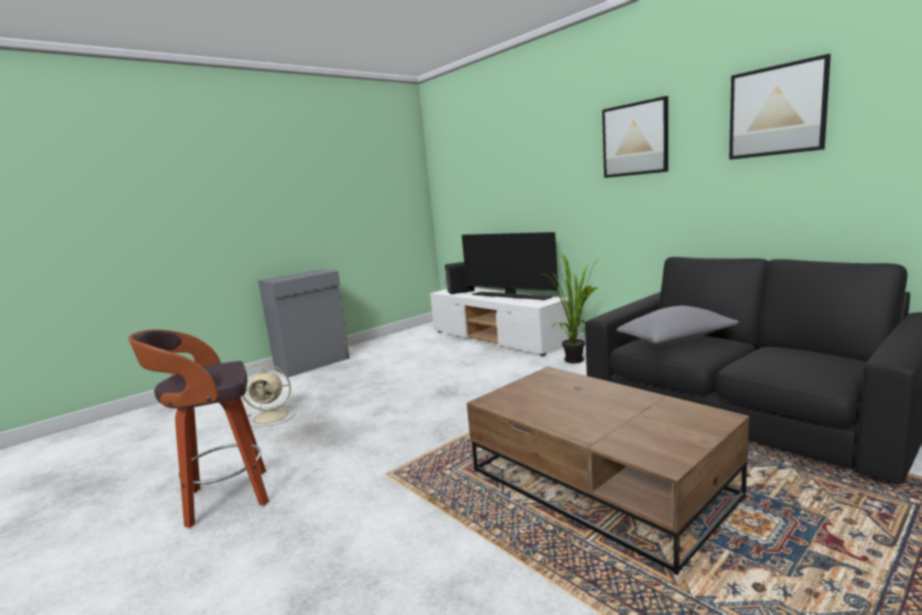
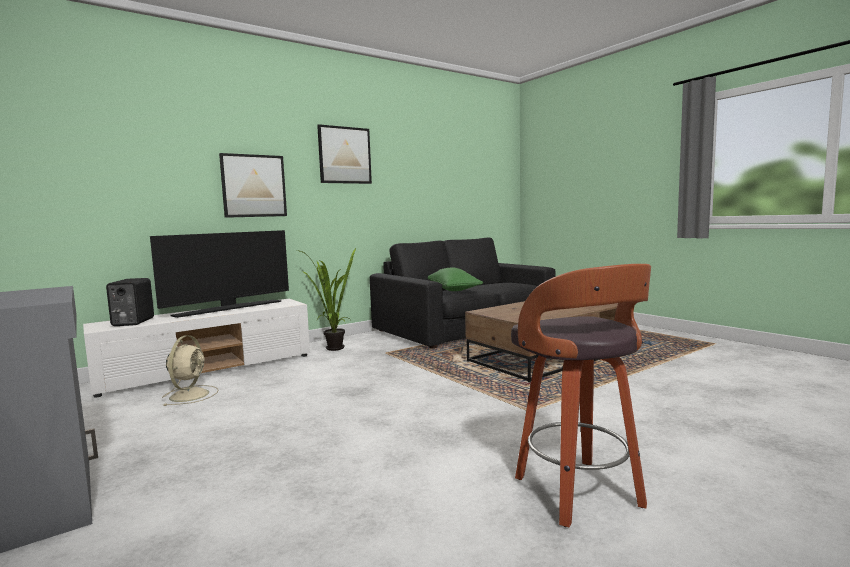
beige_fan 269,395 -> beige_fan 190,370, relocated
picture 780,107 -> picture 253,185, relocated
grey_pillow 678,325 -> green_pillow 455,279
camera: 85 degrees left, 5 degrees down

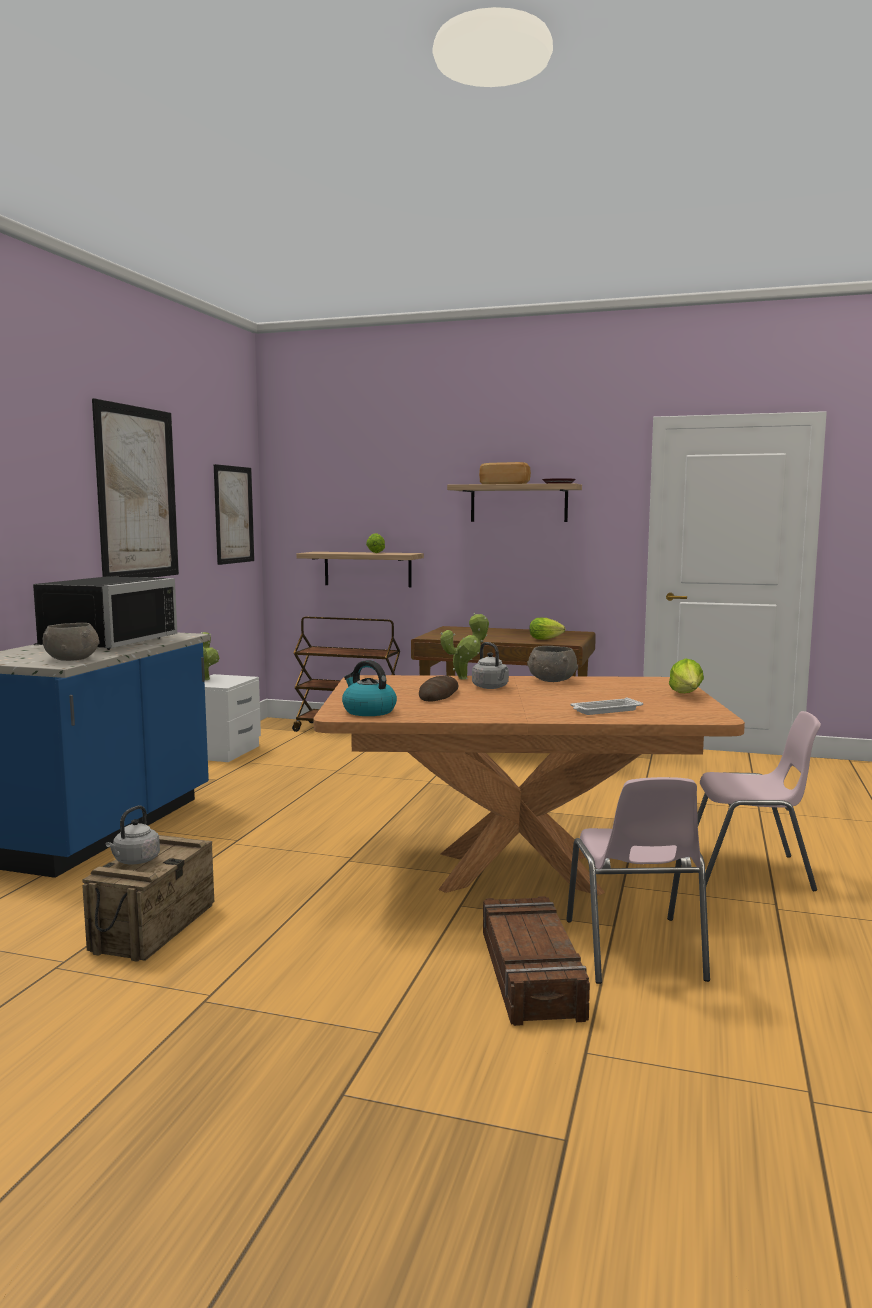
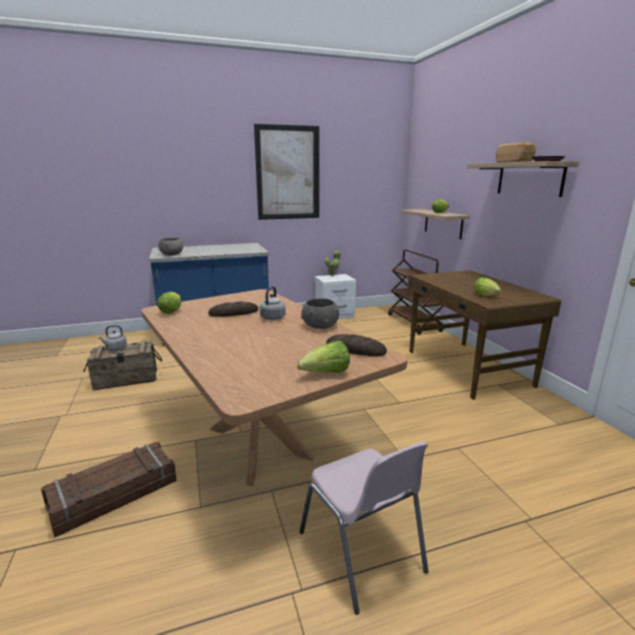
kettle 369,688 -> lettuce 169,303
none -> bread 356,345
black_microwave 105,613 -> none
picture 234,514 -> none
potted_plant 464,646 -> none
pink_chair 638,880 -> none
white_tray 606,706 -> none
camera: 55 degrees right, 10 degrees up

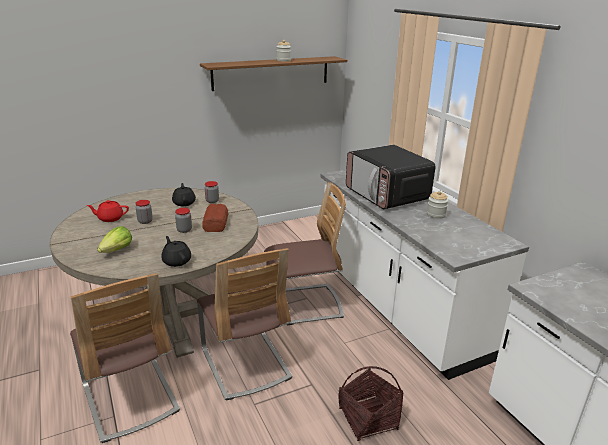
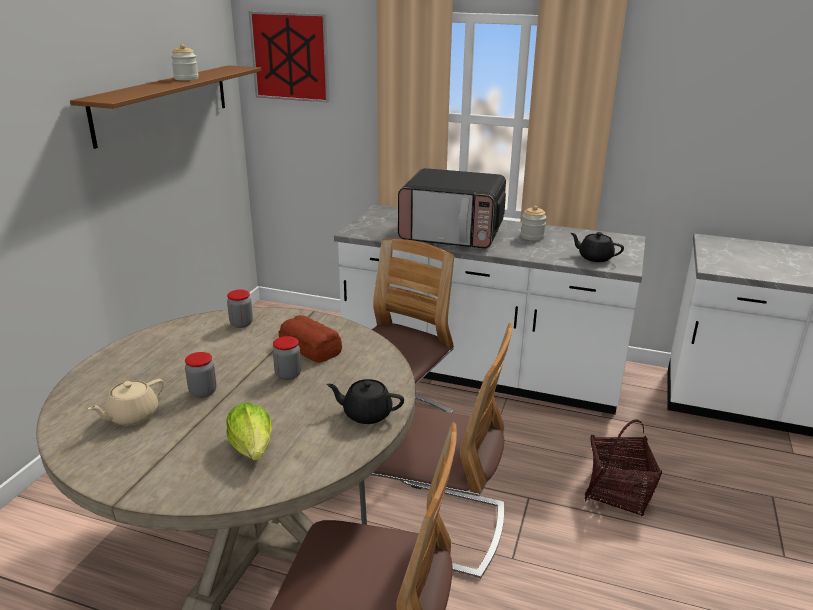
red_teapot 107,211 -> beige_teapot 126,402
none -> picture 289,57
black_teapot 184,194 -> black_teapot 597,247, relocated
camera: 45 degrees left, 0 degrees up

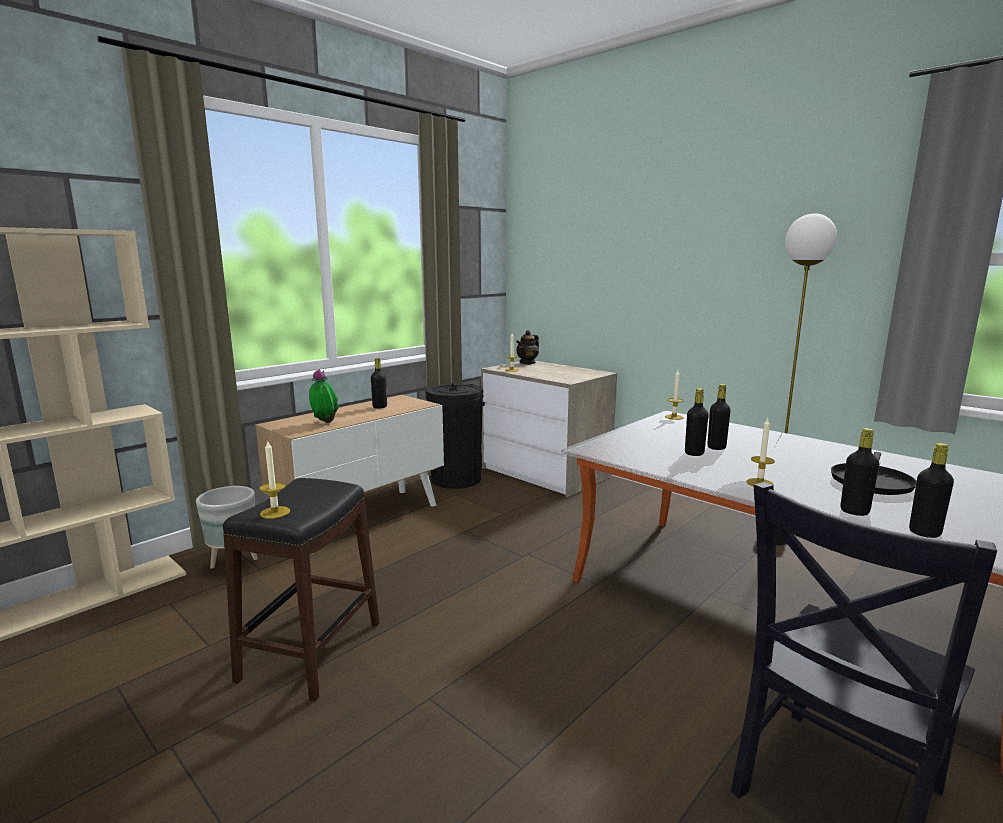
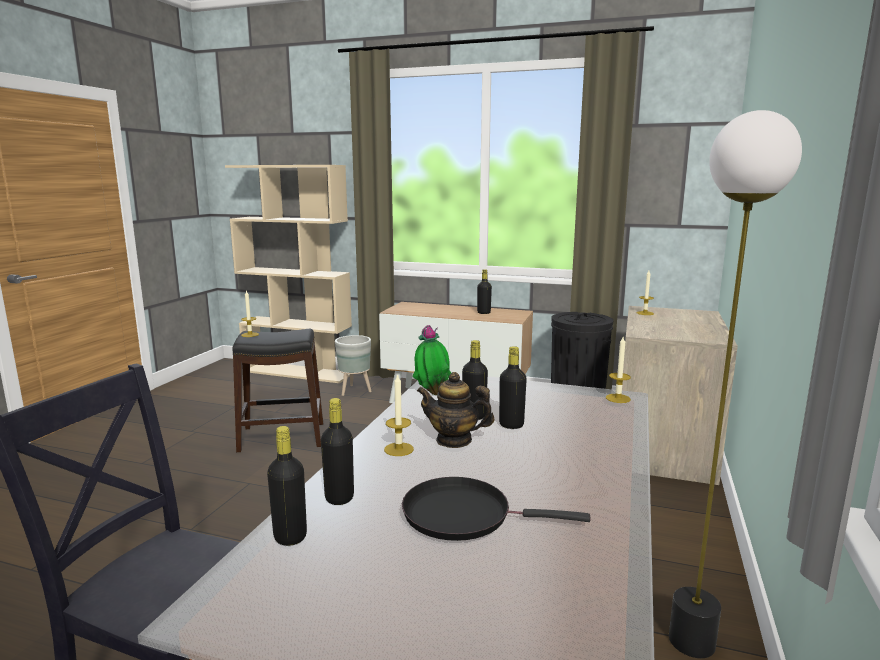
potted_plant 324,396 -> potted_plant 432,360, relocated
teapot 527,347 -> teapot 456,410, relocated
camera: 65 degrees right, 0 degrees up

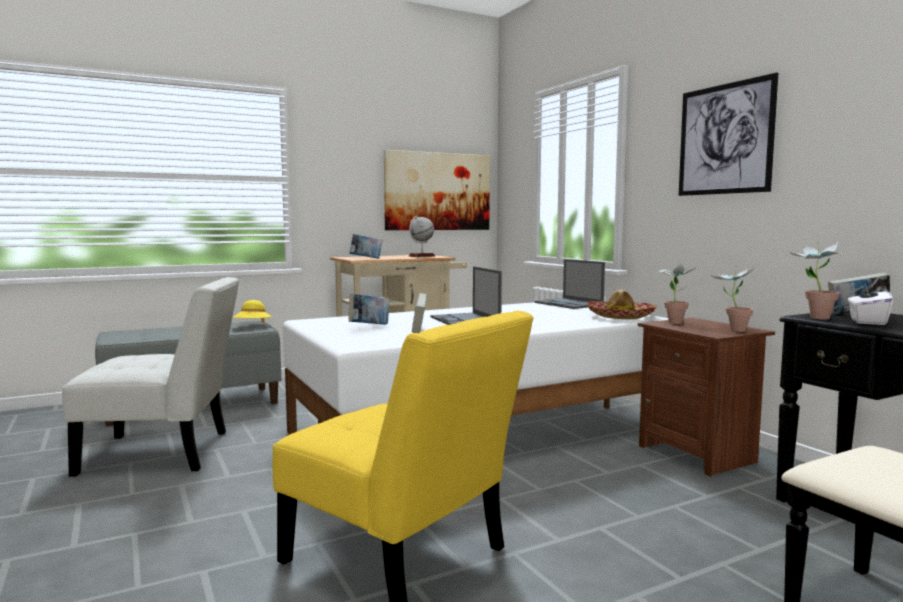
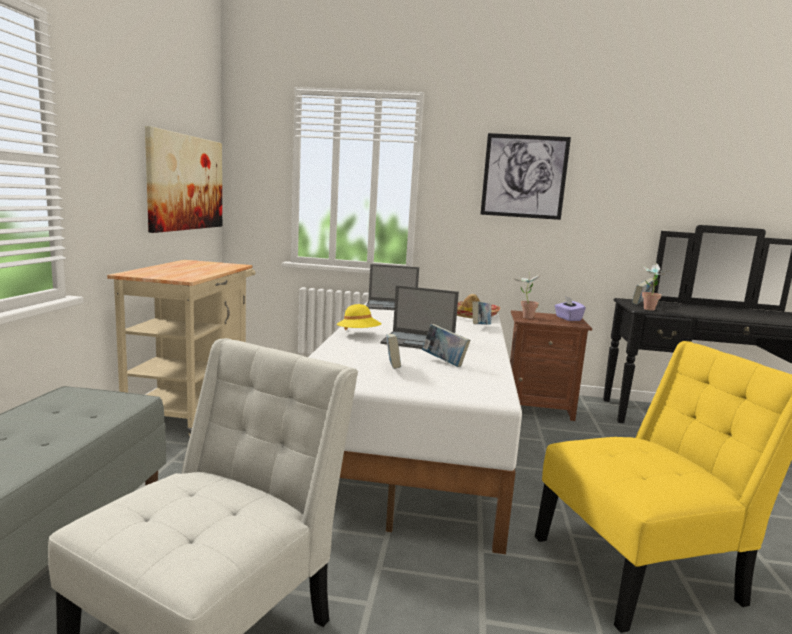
yellow_hat 252,311 -> yellow_hat 359,317, relocated
book 366,246 -> book 481,313, relocated
potted_plant 733,299 -> purple_tissue_box 570,308
globe 422,236 -> none
white_tissue_box 870,304 -> none
camera: 55 degrees left, 5 degrees up

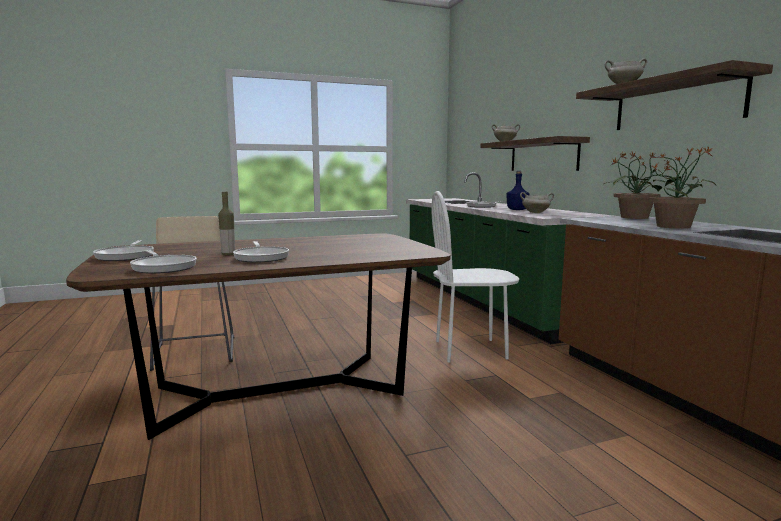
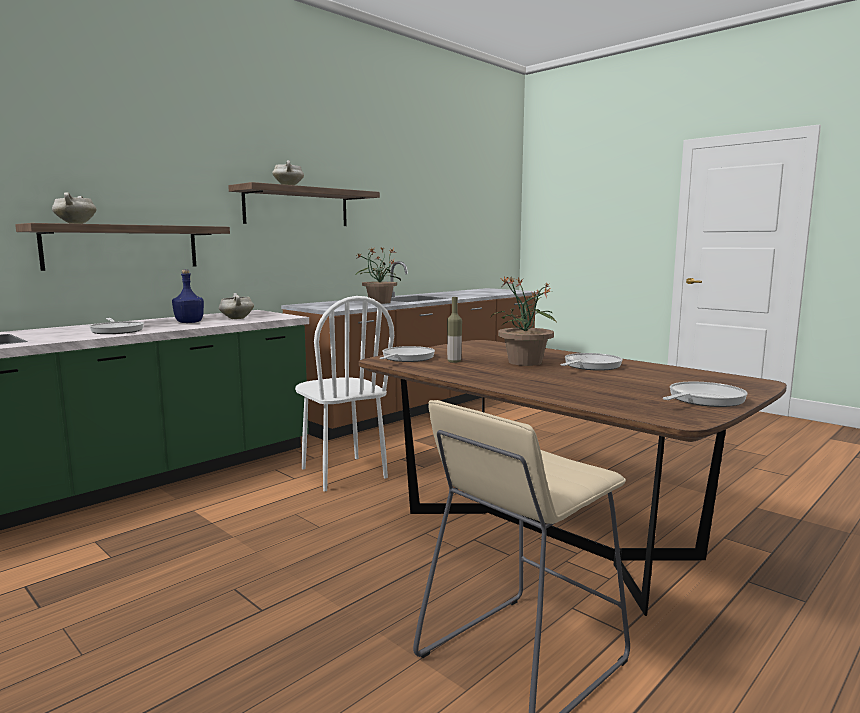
frying_pan 163,262 -> frying_pan 407,354, relocated
bottle 226,223 -> bottle 454,330, relocated
potted_plant 638,185 -> potted_plant 524,321, relocated
camera: 115 degrees left, 0 degrees up

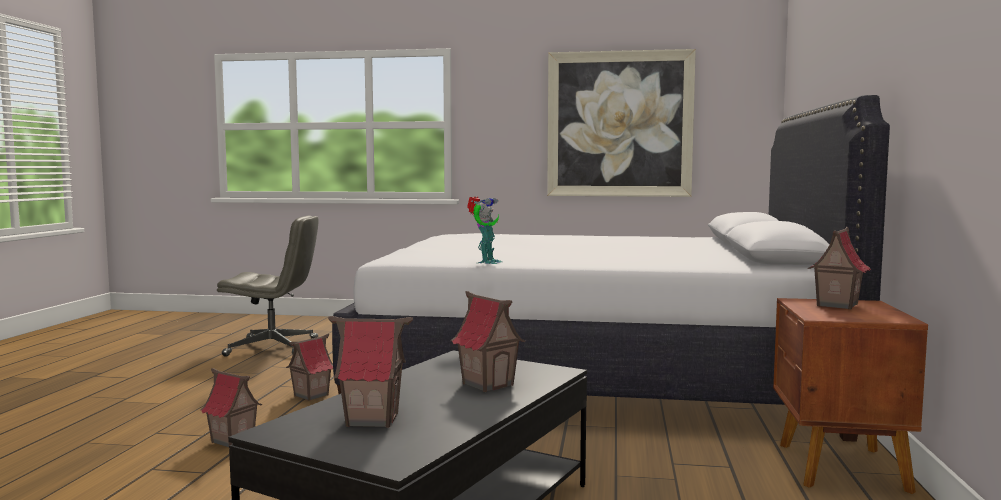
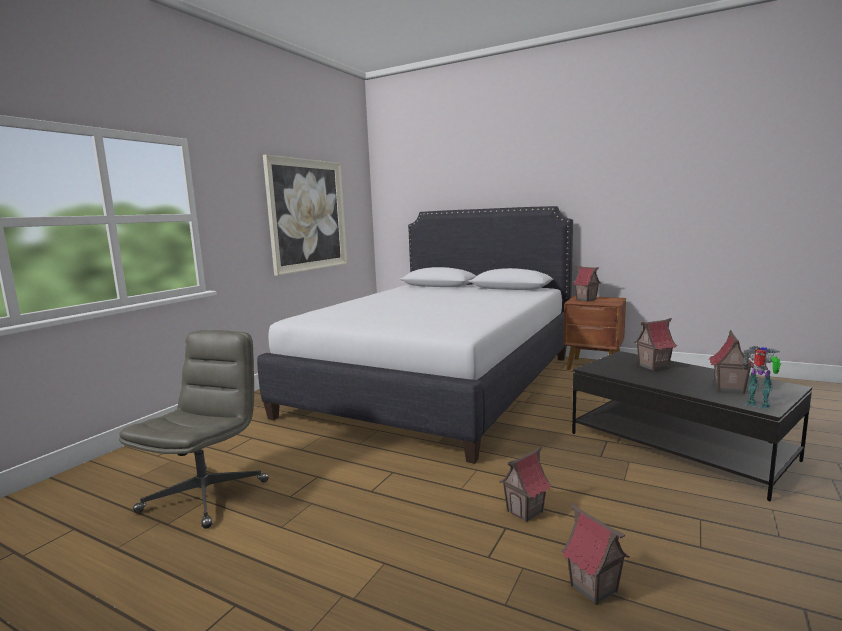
toy_house 309,367 -> toy_house 595,554, relocated
toy_robot 484,230 -> toy_robot 762,378, relocated
camera: 70 degrees left, 5 degrees up

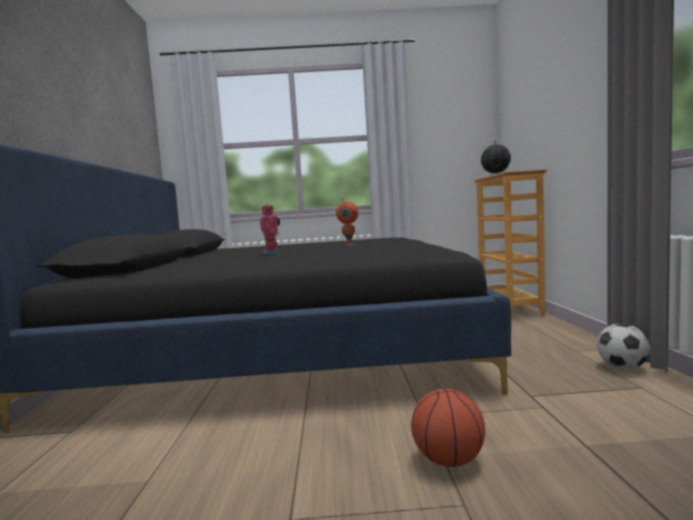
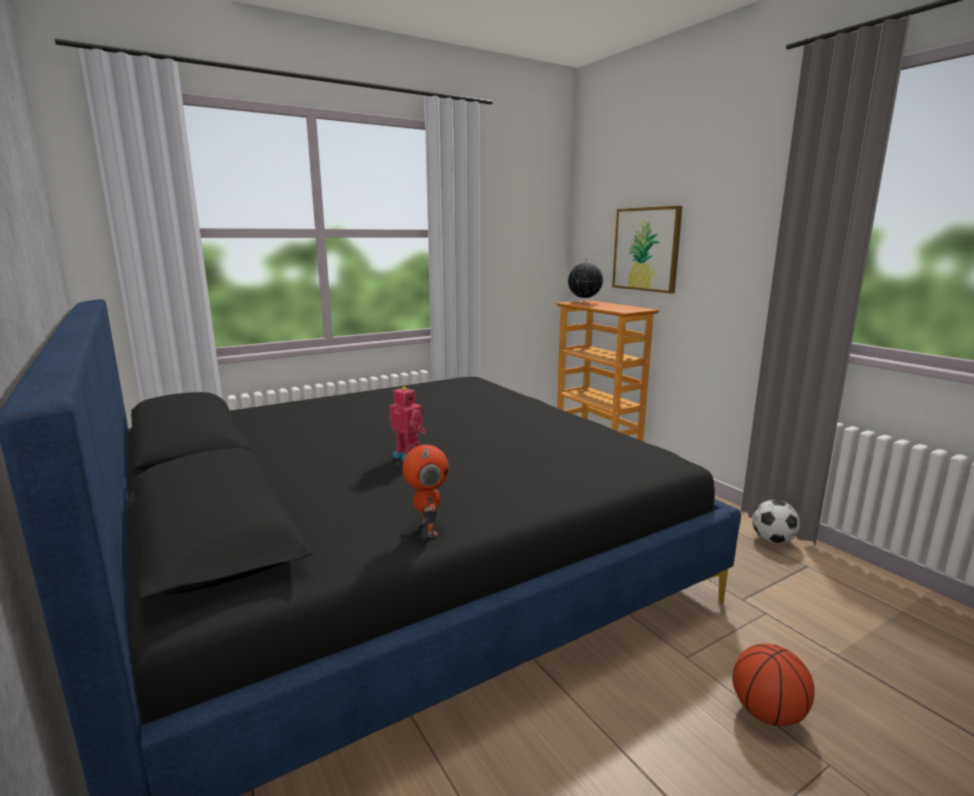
toy_robot 347,222 -> toy_robot 425,491, relocated
none -> picture 647,249
camera: 30 degrees left, 10 degrees up

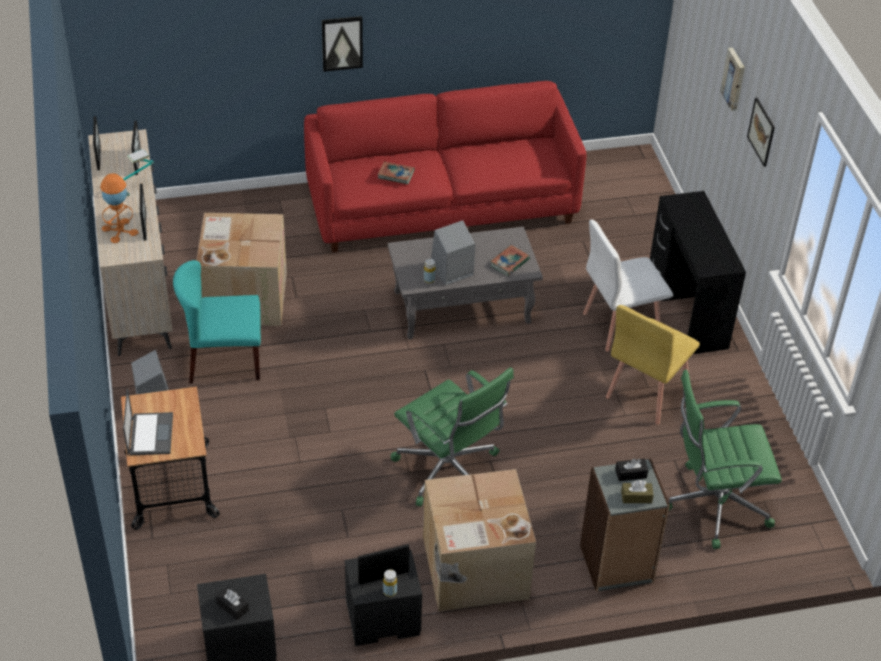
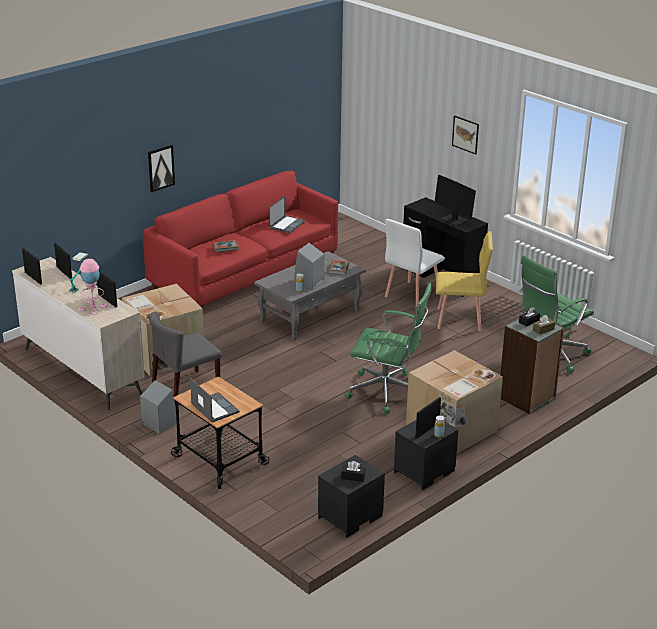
orange_table_lamp 119,208 -> pink_table_lamp 93,287
turquoise_chair 217,322 -> grey_chair 185,357
none -> laptop 287,214
none -> monitor 455,200
yellow_chair 653,365 -> yellow_chair 464,281, 90 degrees counterclockwise
picture 732,79 -> none
camera: 30 degrees left, 15 degrees down

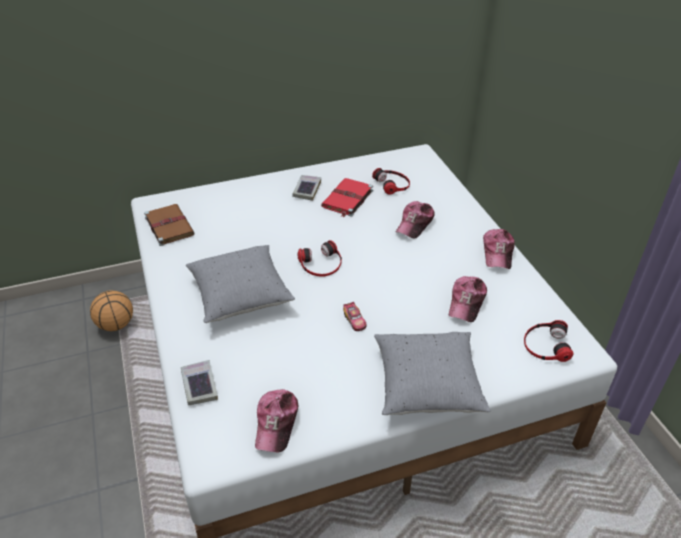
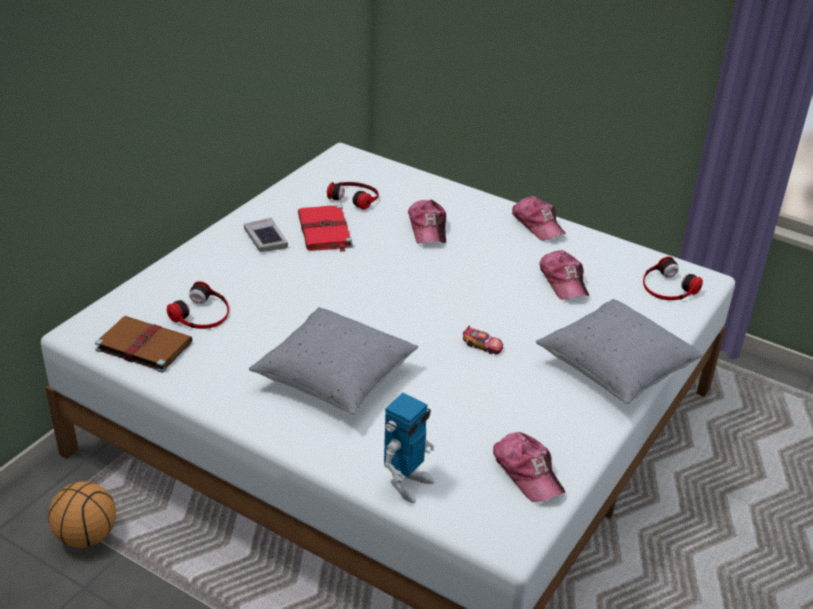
headphones 320,258 -> headphones 198,305, relocated
book 199,382 -> toy_robot 409,448
camera: 40 degrees left, 5 degrees down

